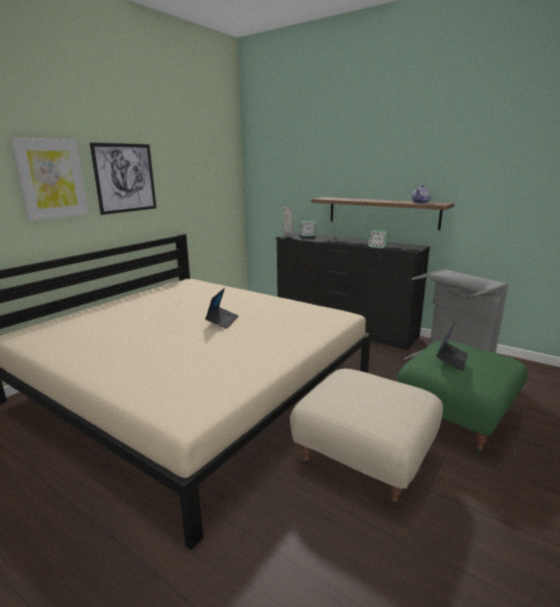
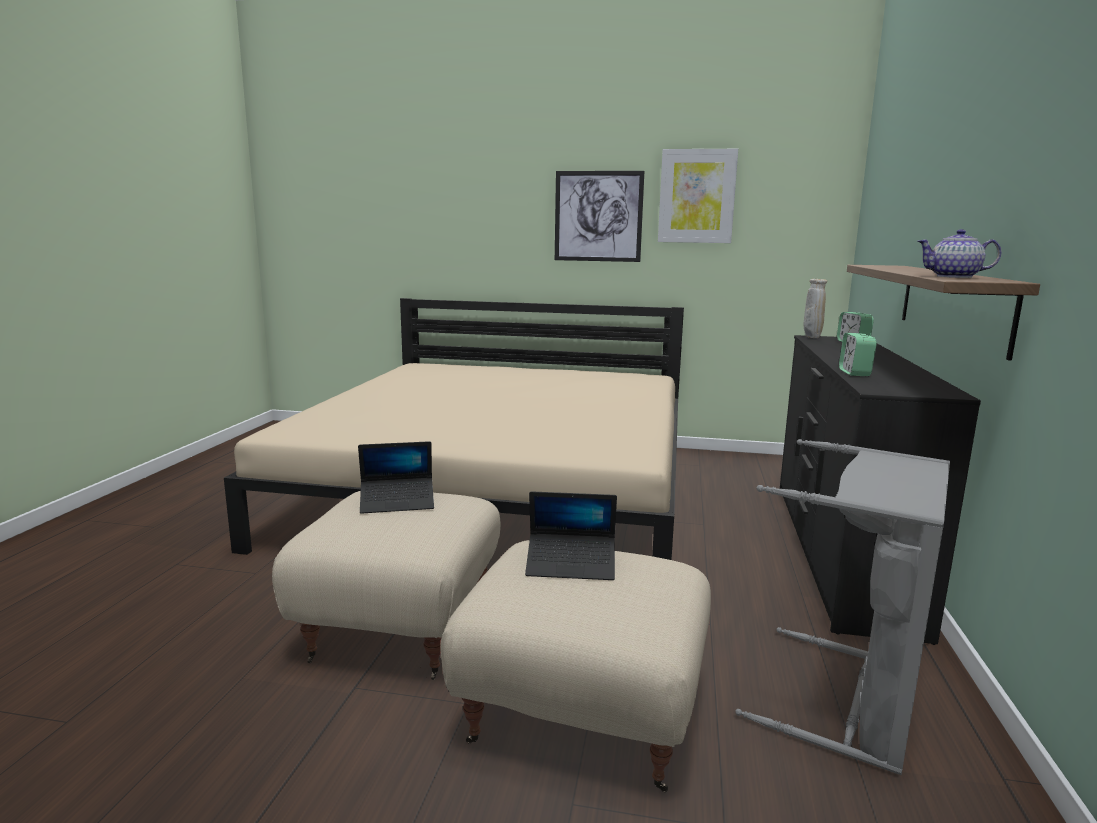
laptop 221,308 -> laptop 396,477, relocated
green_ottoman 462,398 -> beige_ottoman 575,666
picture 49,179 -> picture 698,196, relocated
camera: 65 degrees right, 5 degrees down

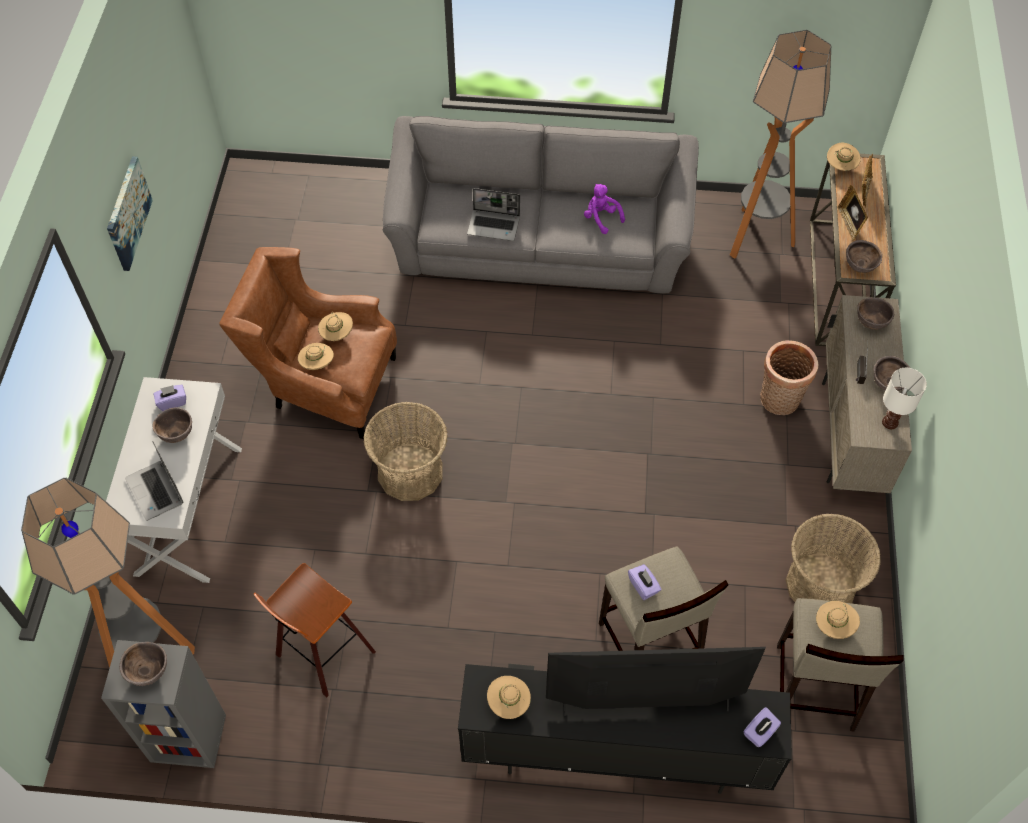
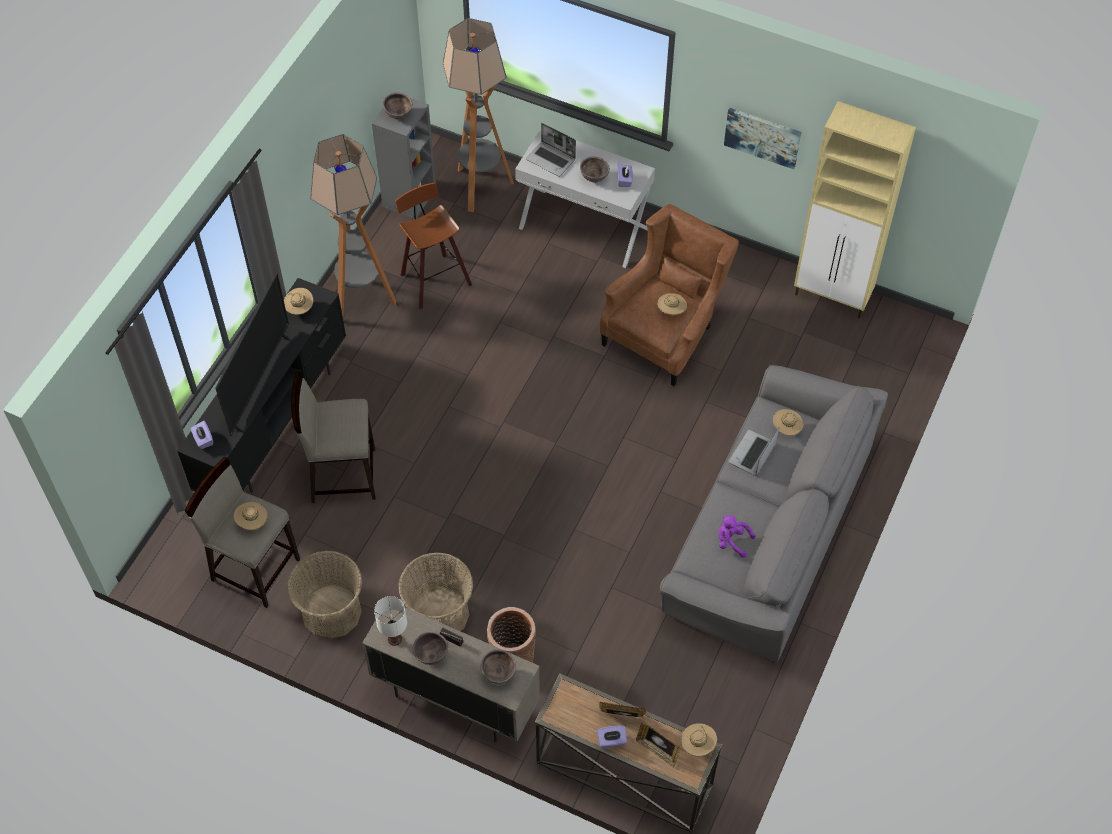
floor_lamp 781,144 -> floor_lamp 353,227, relocated
basket 406,451 -> basket 435,591, relocated
laptop 154,481 -> laptop 551,150, 135 degrees counterclockwise
purple_tissue_box 644,582 -> purple_tissue_box 612,736, relocated
purple_plush_toy 604,209 -> purple_plush_toy 736,536, 135 degrees counterclockwise
beige_hat 316,356 -> beige_hat 788,422, relocated
none -> beige_cabinet 855,209
brown_bowl 864,256 -> none
camera: 110 degrees right, 0 degrees up

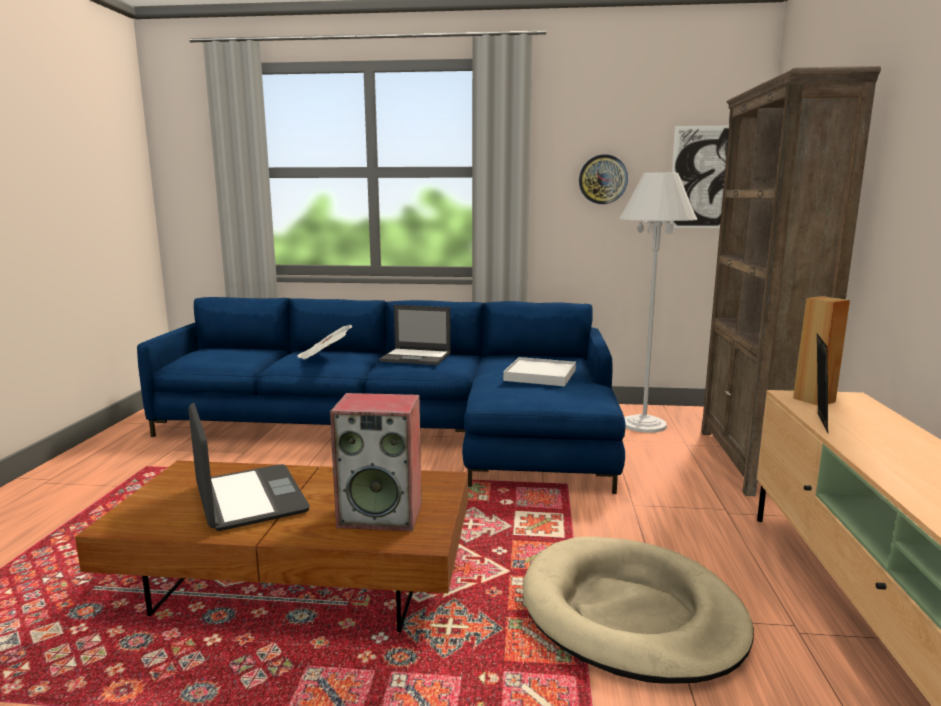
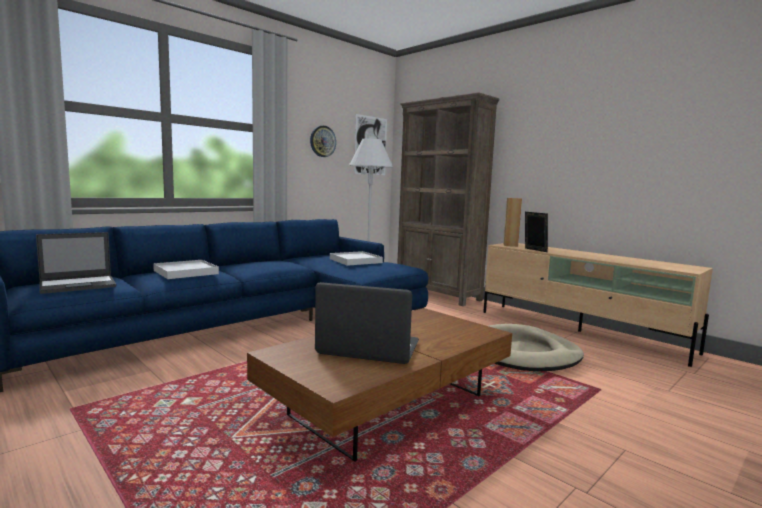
laptop 415,335 -> laptop 76,263, relocated
newspaper 324,342 -> white_tray 186,269
speaker 376,462 -> none
camera: 50 degrees left, 5 degrees down

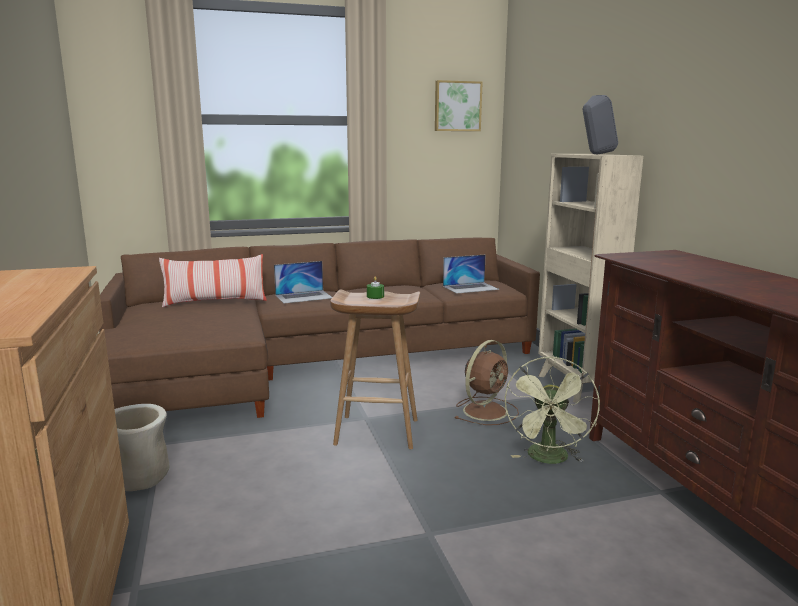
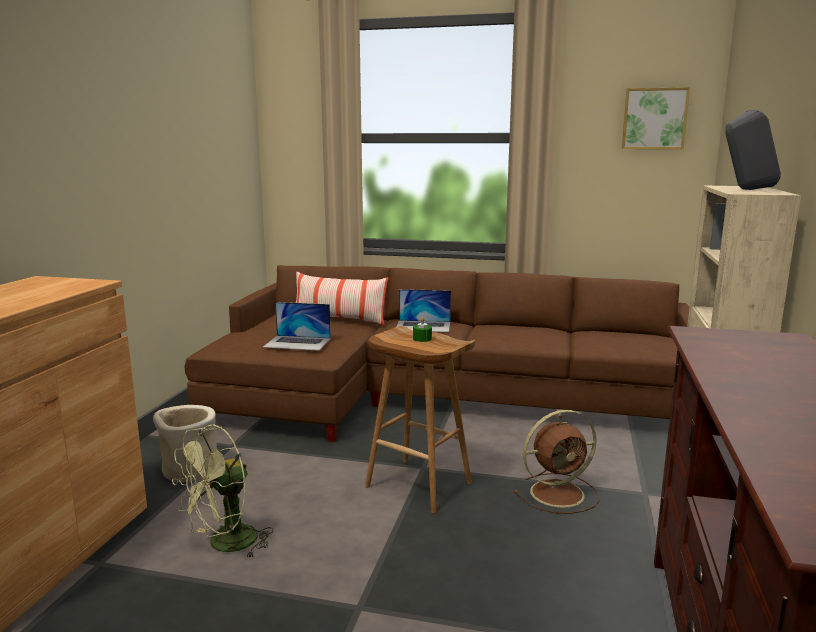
green_fan 552,410 -> green_fan 222,491, relocated
laptop 471,274 -> laptop 297,326, relocated
camera: 30 degrees right, 0 degrees up

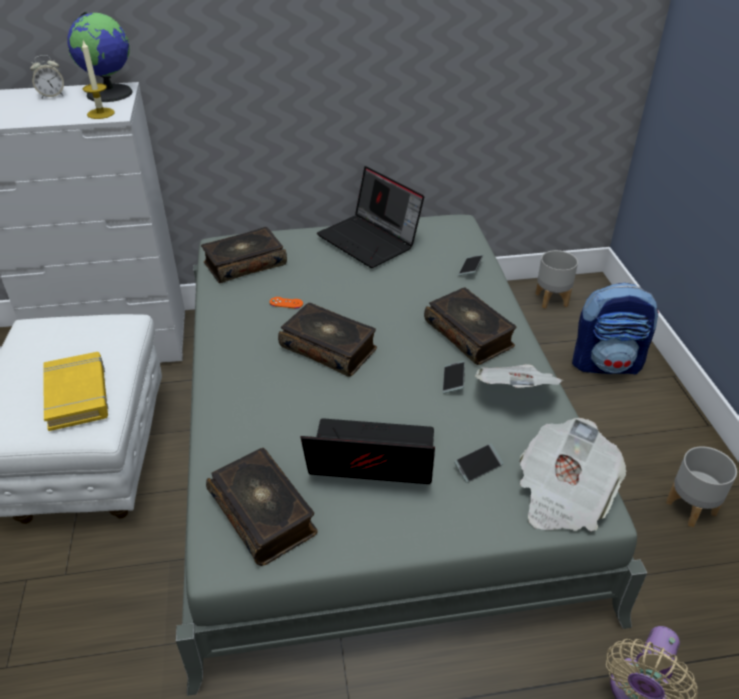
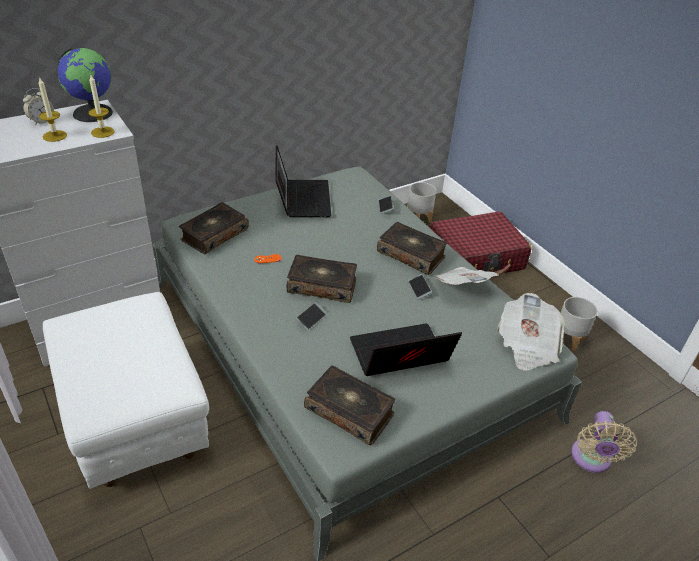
none -> candle 52,110
laptop 370,217 -> laptop 303,181, 120 degrees counterclockwise
phone 479,463 -> phone 311,316, relocated
backpack 615,329 -> red_suitcase 480,245
yellow_book 76,391 -> none
camera: 25 degrees left, 0 degrees up

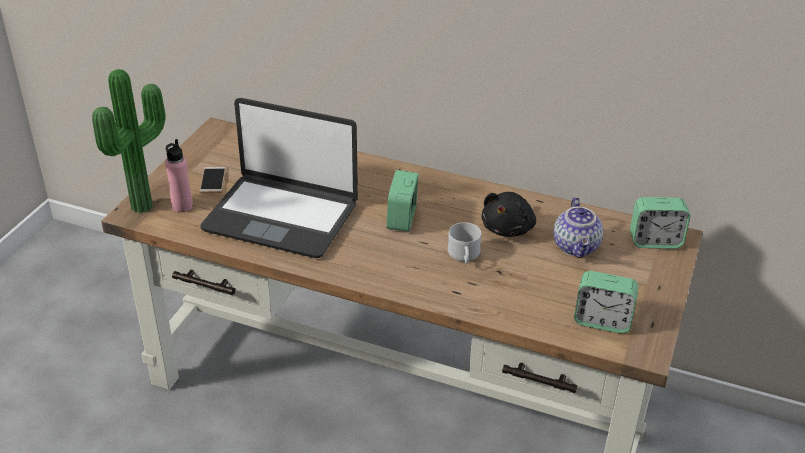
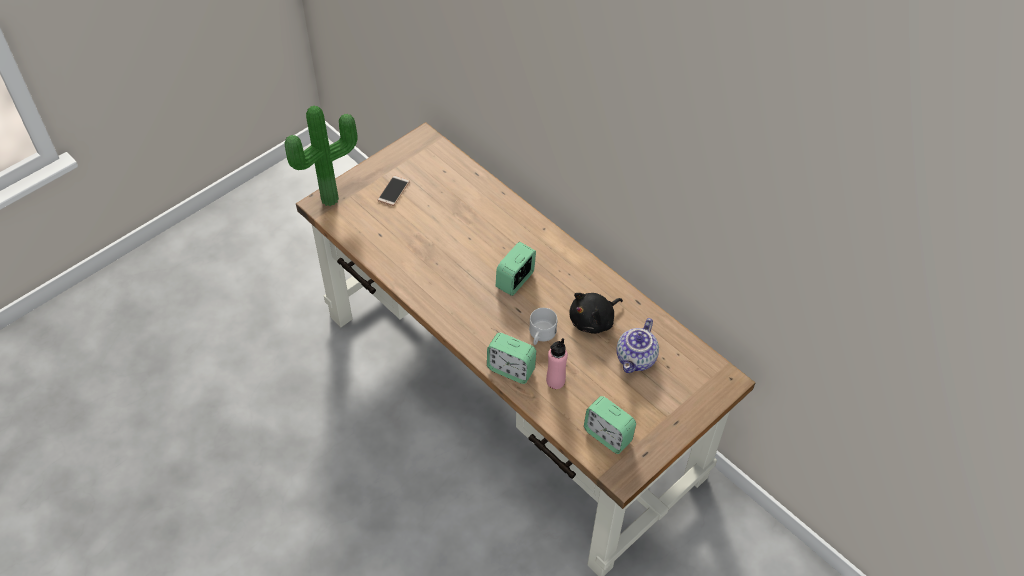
alarm_clock 660,223 -> alarm_clock 511,358, relocated
pink_bottle 179,175 -> pink_bottle 557,363, relocated
laptop 279,178 -> none
camera: 25 degrees right, 15 degrees up

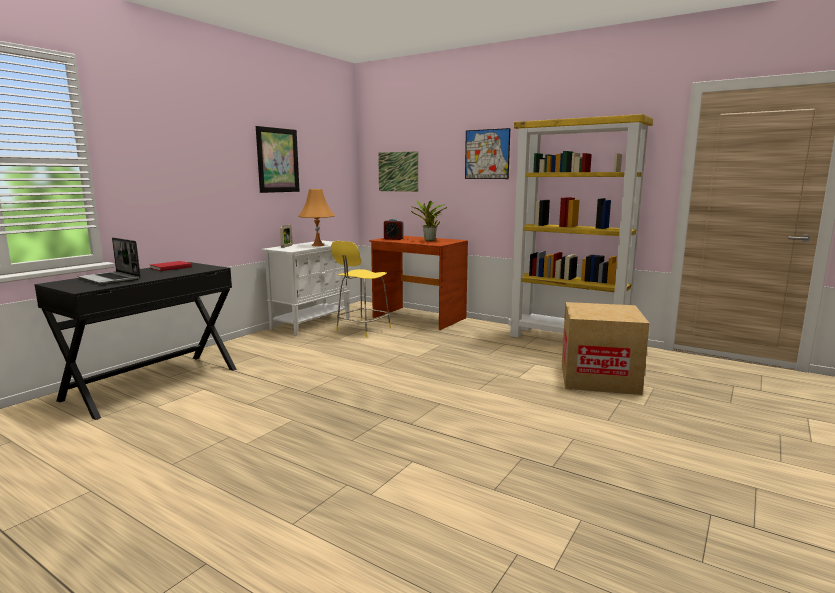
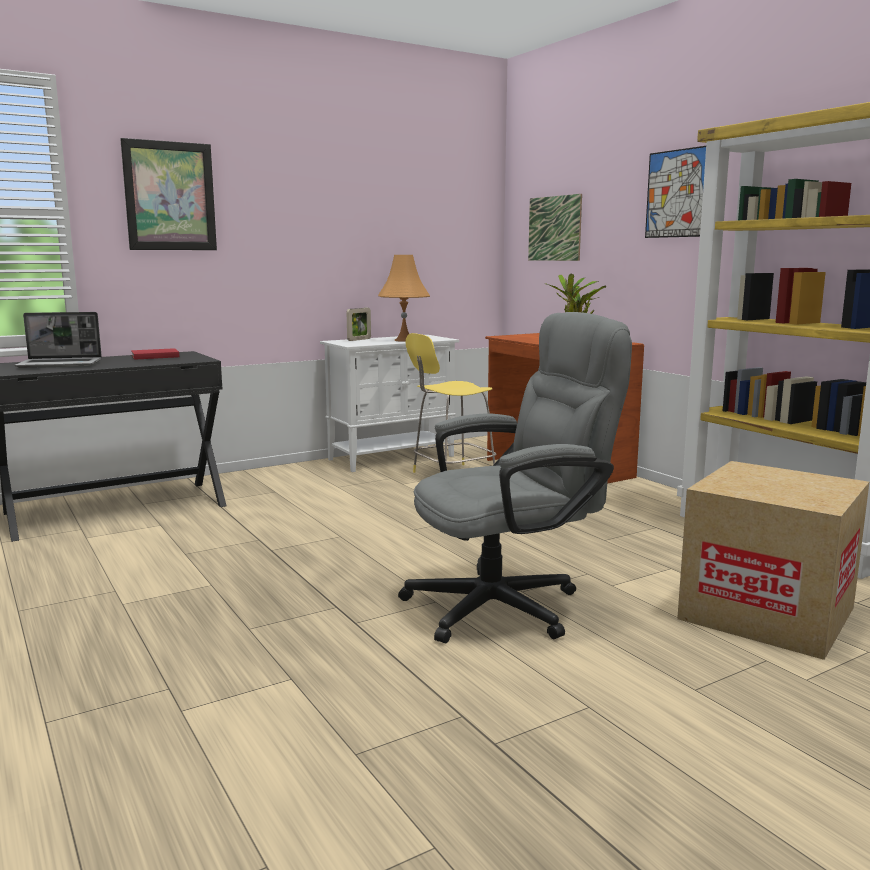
laptop 109,260 -> laptop 58,340, 75 degrees counterclockwise
picture 278,159 -> picture 168,194, relocated
none -> grey_office_chair 515,477
alarm_clock 393,229 -> none
camera: 25 degrees right, 0 degrees up

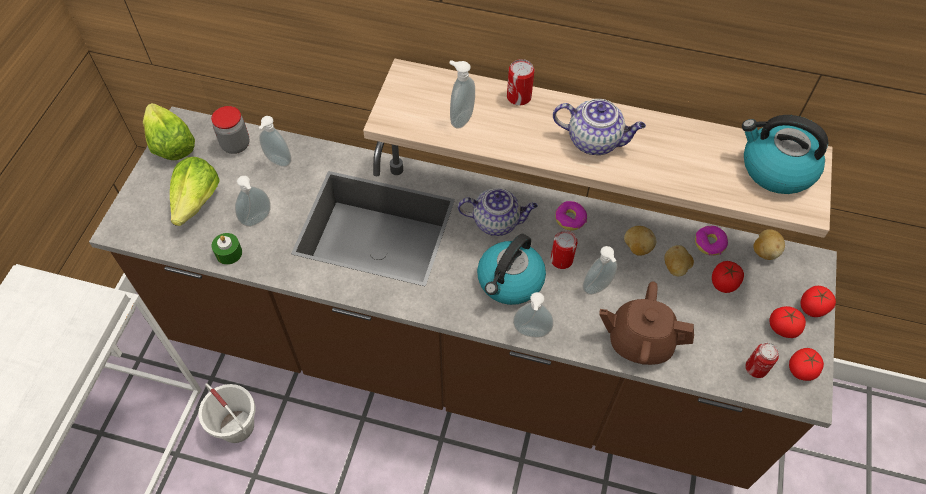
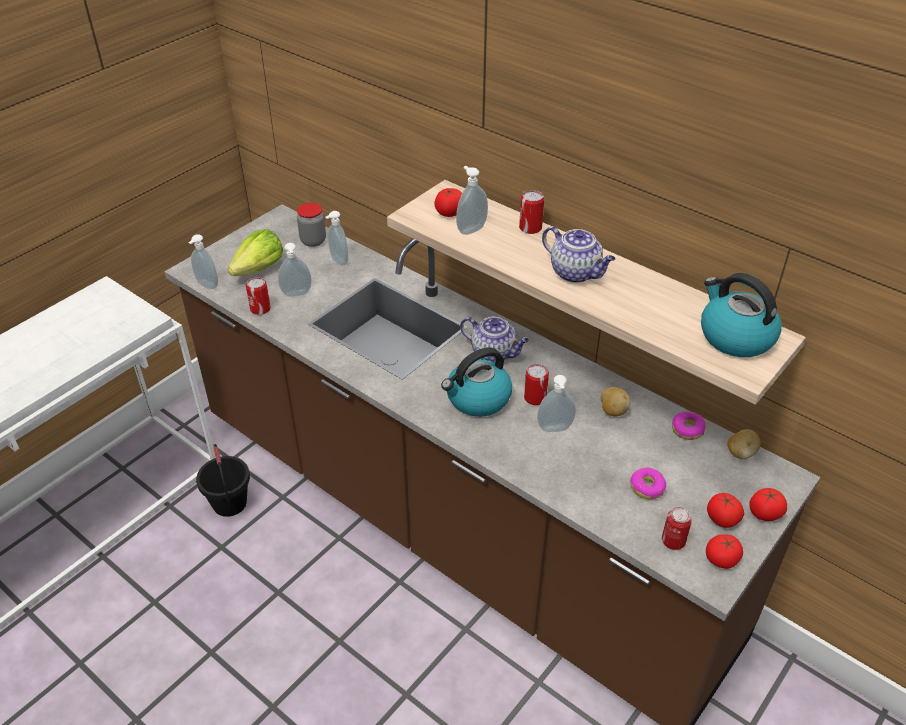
soap_dispenser 533,315 -> soap_dispenser 203,261, relocated
white_bucket 226,413 -> black_bucket 223,480
green_candle 227,249 -> can 258,296
tomato 728,277 -> tomato 448,202, relocated
donut 571,215 -> donut 648,483, relocated
lettuce 169,131 -> none
brown_teapot 646,323 -> none
potato 679,260 -> none
camera: 25 degrees right, 15 degrees down

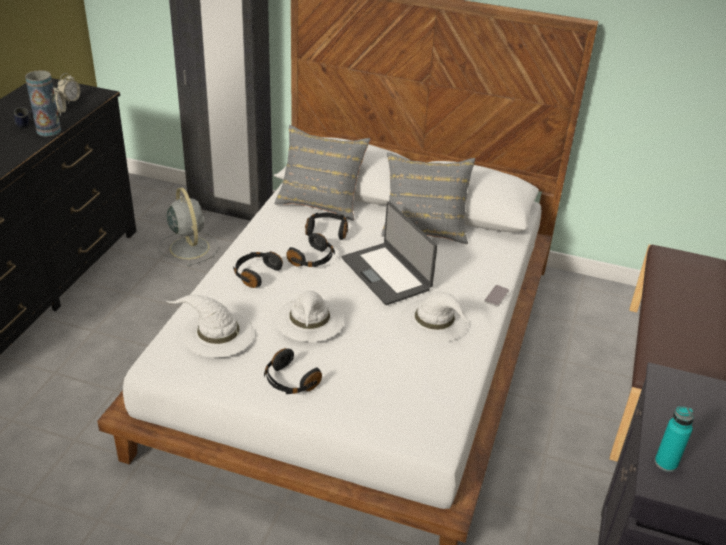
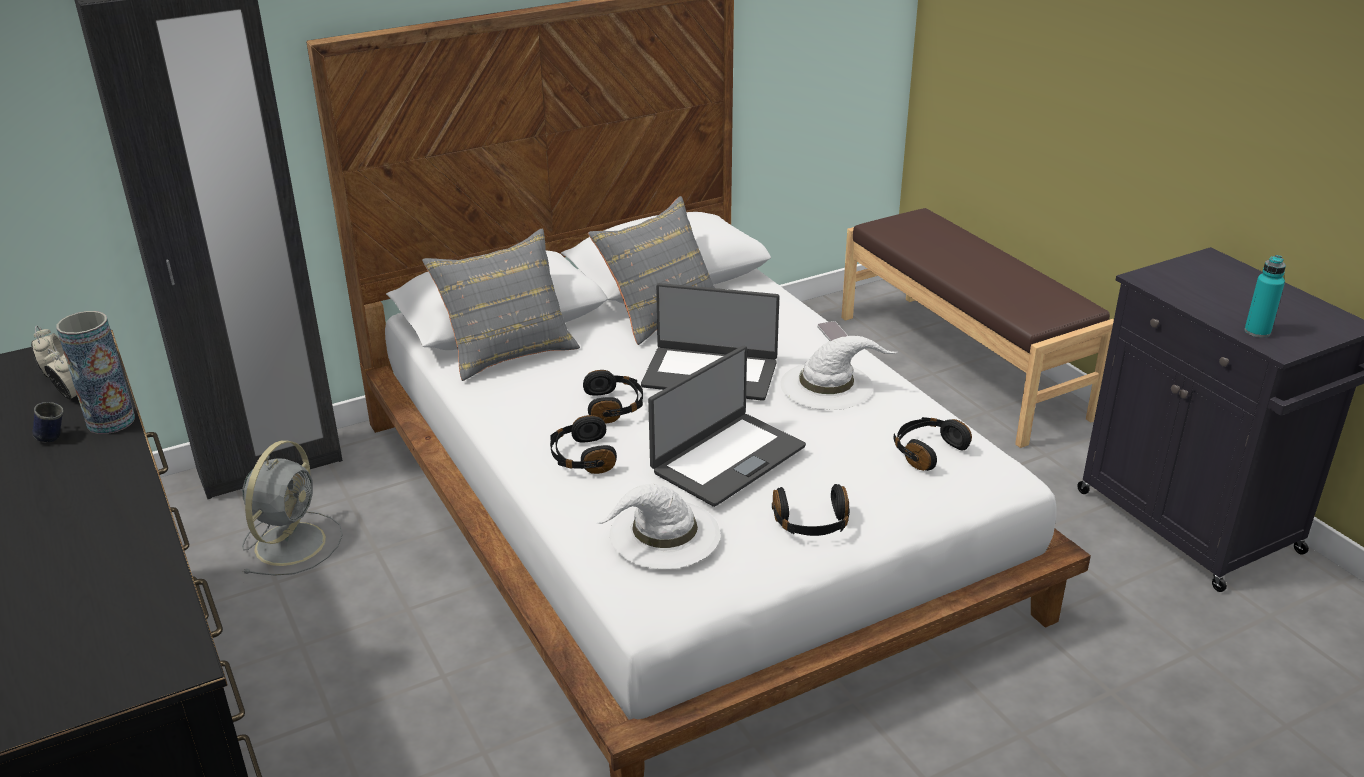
grey_fan 188,227 -> grey_fan 292,508, 90 degrees clockwise
white_hat 309,316 -> laptop 727,426
black_headphones 326,226 -> black_headphones 933,444, relocated
camera: 45 degrees left, 5 degrees down

